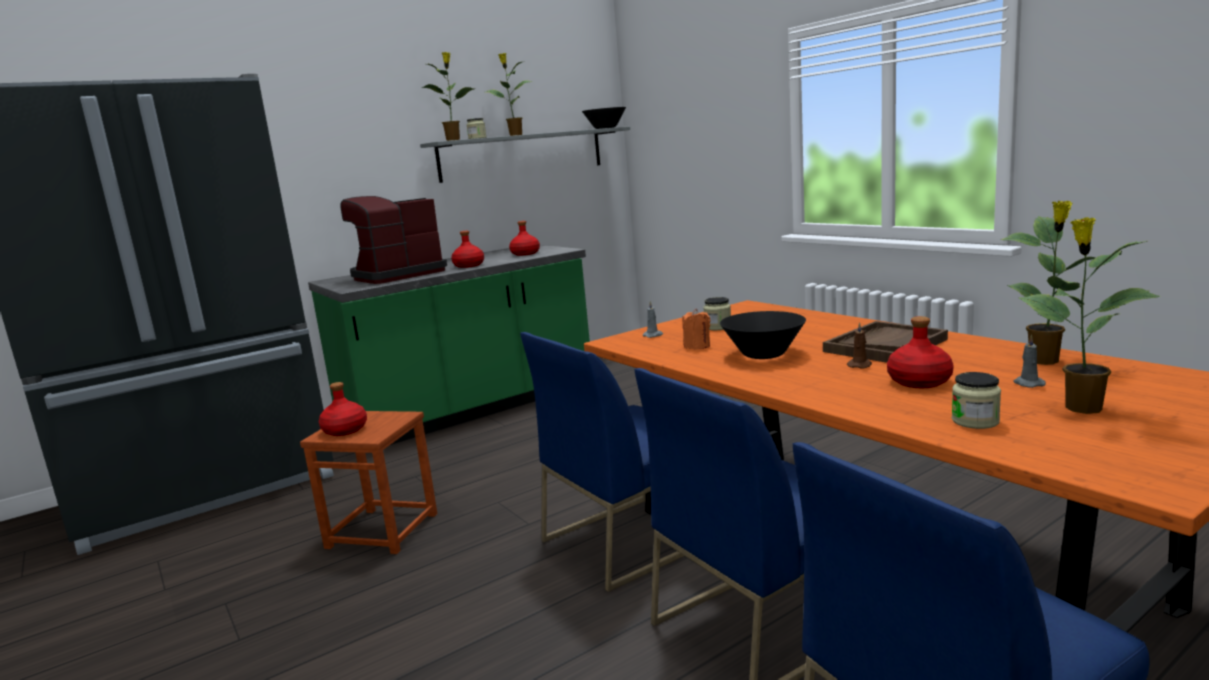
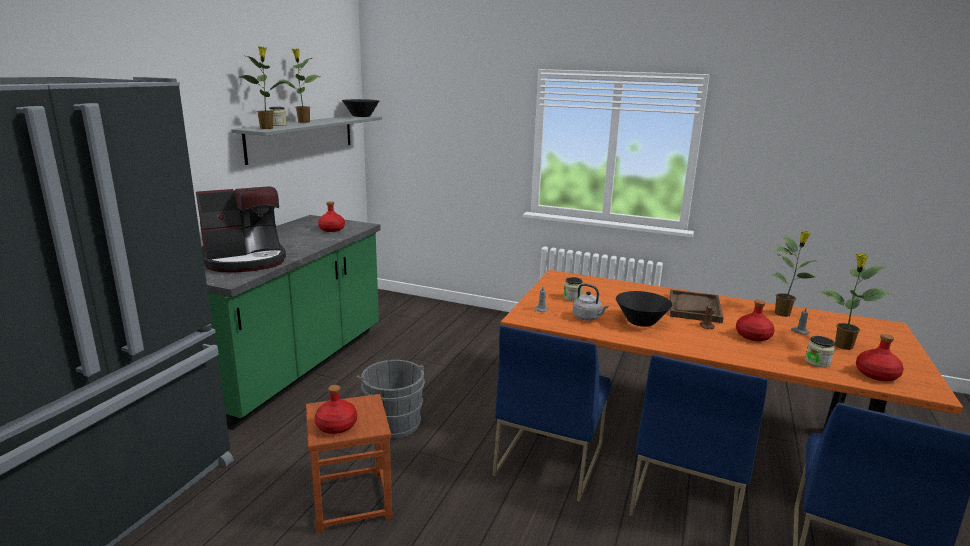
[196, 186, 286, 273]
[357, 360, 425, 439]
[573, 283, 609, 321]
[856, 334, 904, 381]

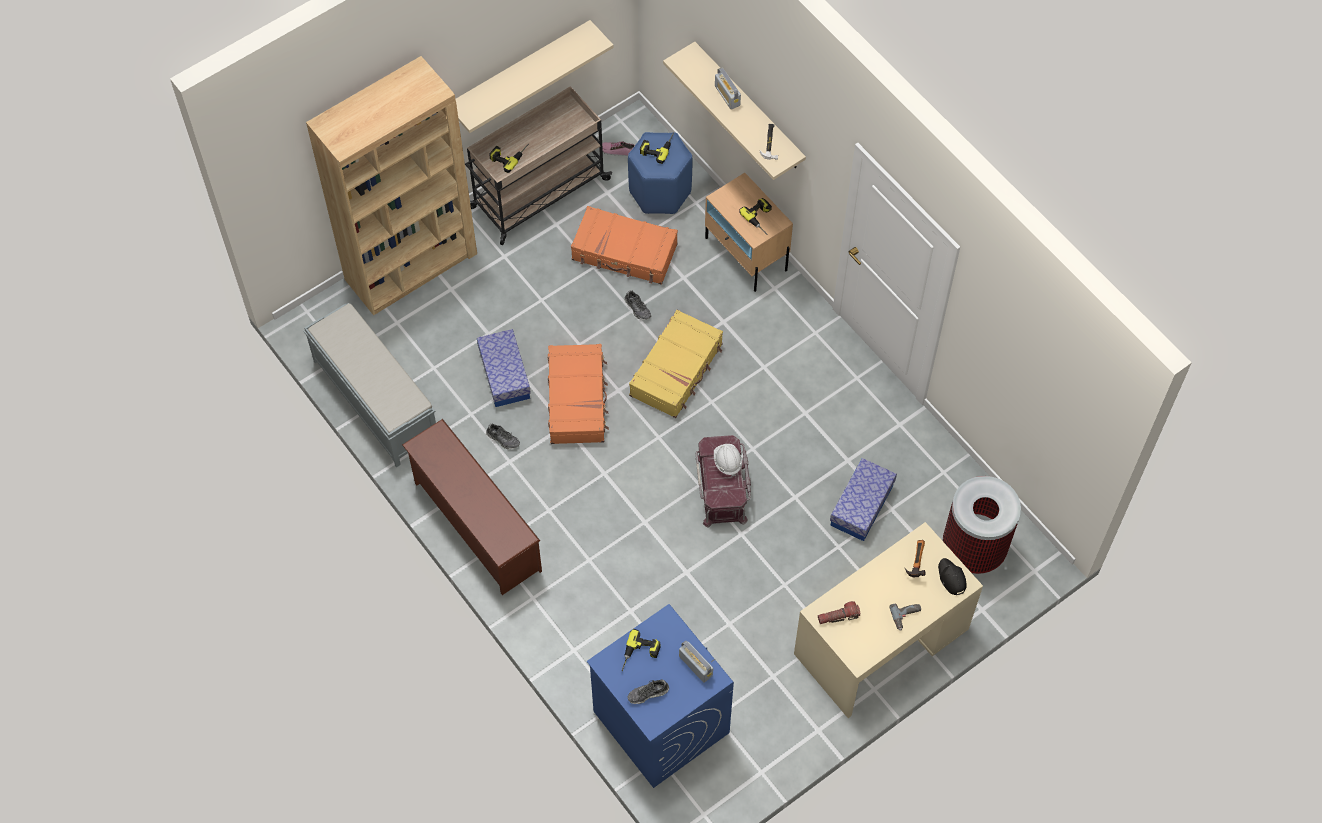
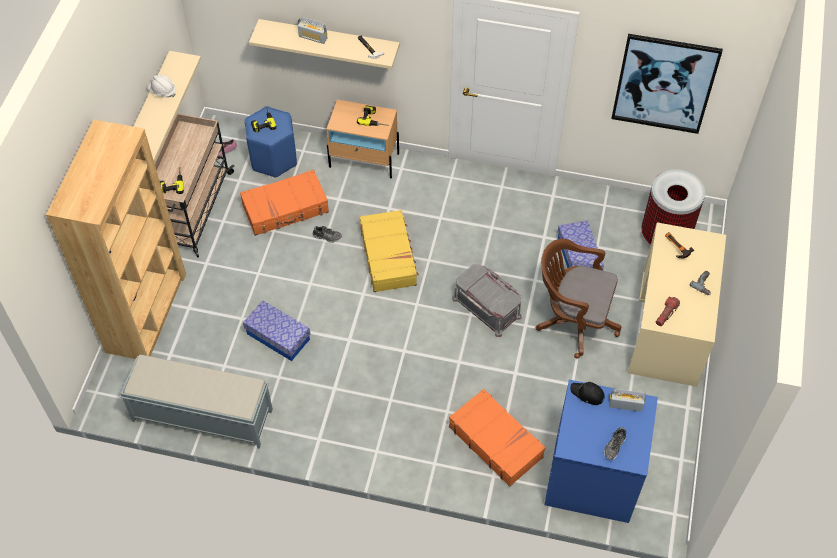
[147, 75, 176, 98]
[449, 389, 546, 487]
[452, 264, 521, 337]
[536, 239, 621, 358]
[570, 382, 605, 405]
[611, 34, 723, 134]
[402, 419, 542, 595] (first image)
[486, 423, 520, 449] (first image)
[621, 629, 660, 671] (first image)

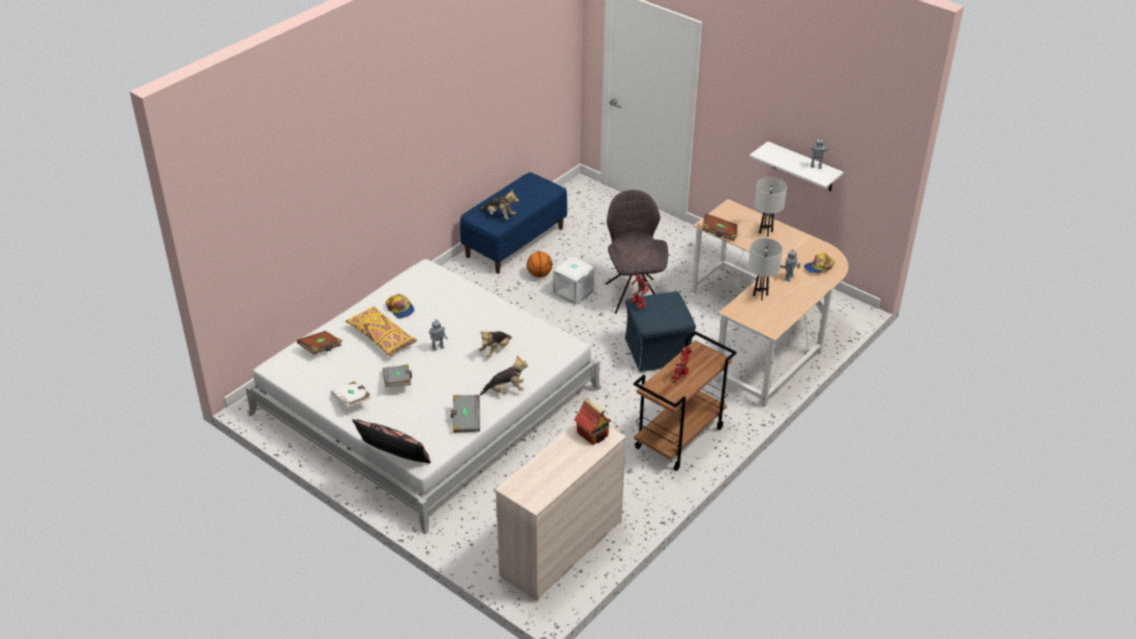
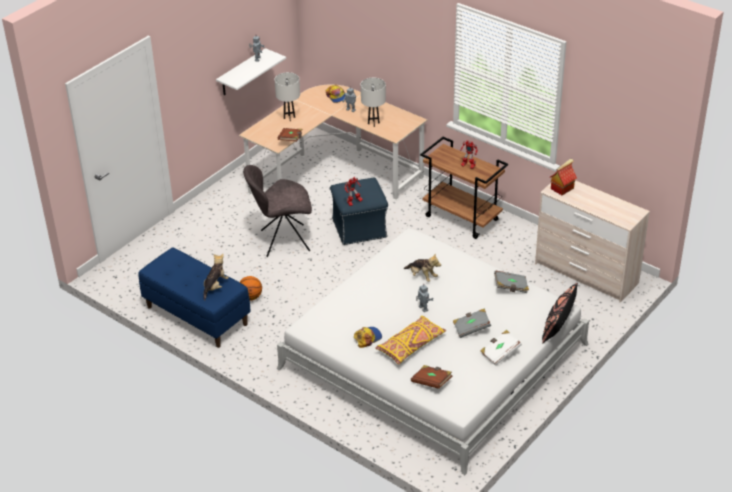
[480, 355, 528, 396] (first image)
[553, 257, 595, 305] (first image)

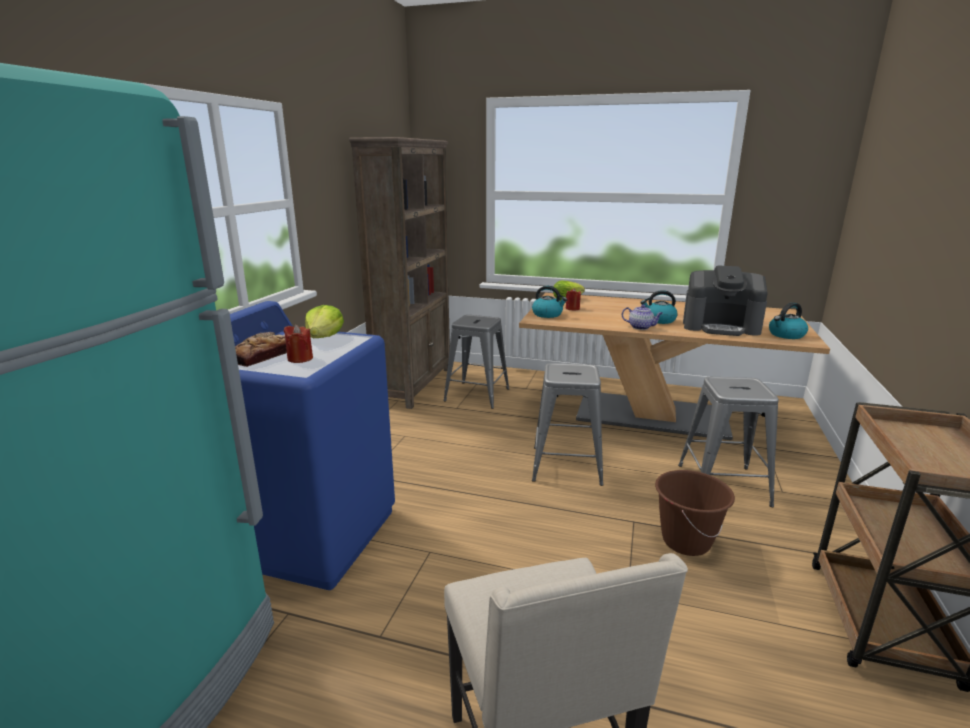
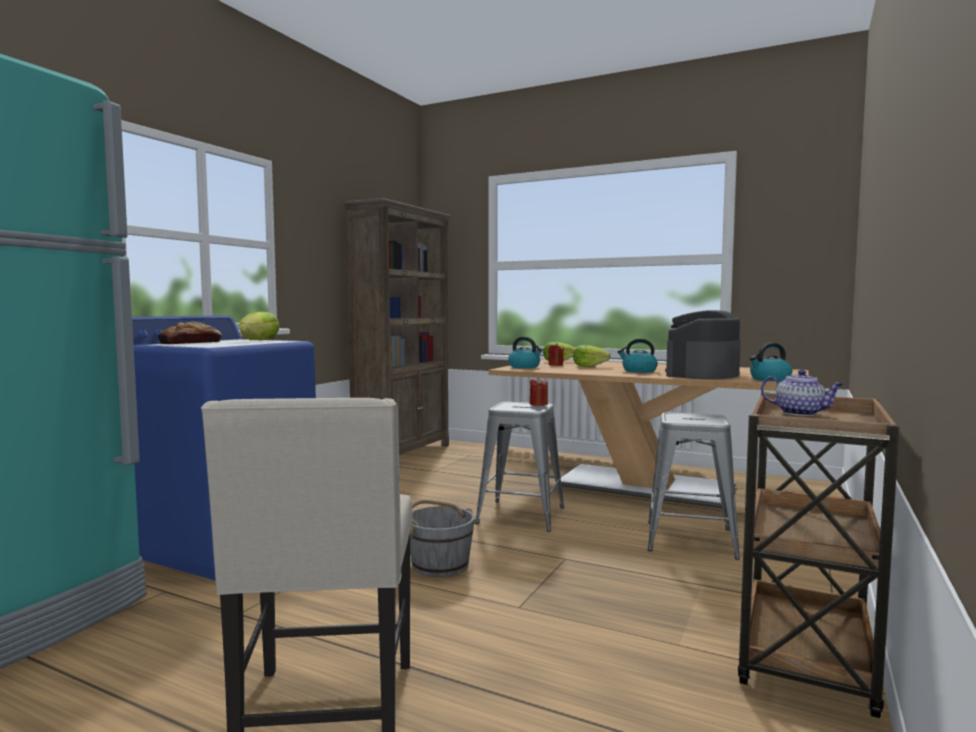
[410, 500, 476, 577]
[530, 378, 548, 406]
[573, 345, 611, 367]
[665, 310, 741, 380]
[761, 370, 844, 416]
[443, 315, 509, 409] (first image)
[655, 470, 735, 556] (first image)

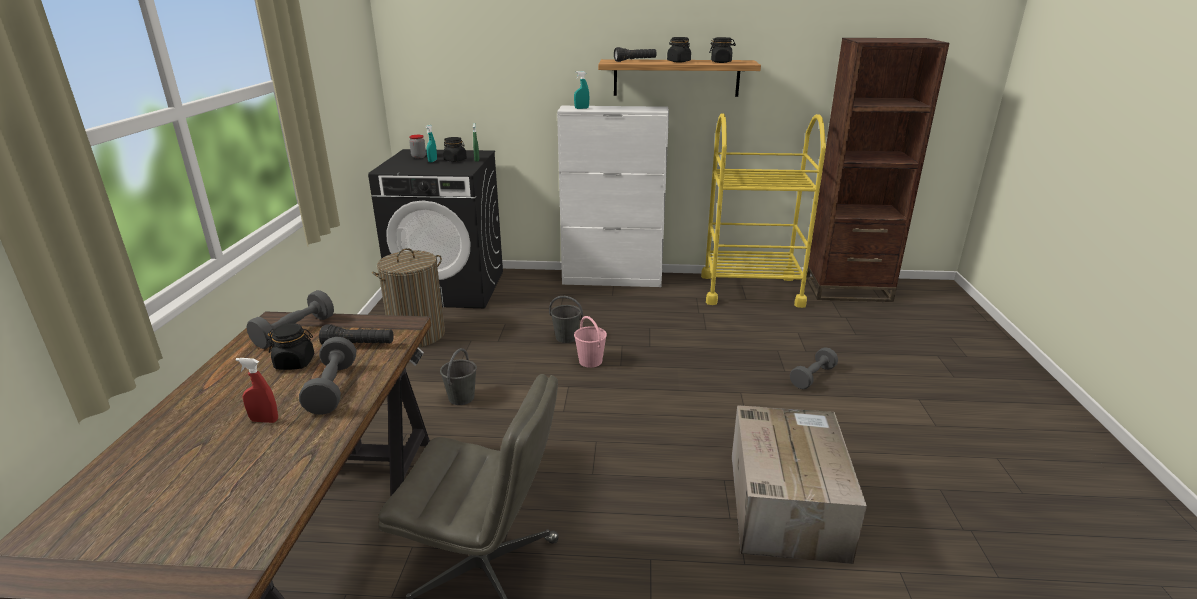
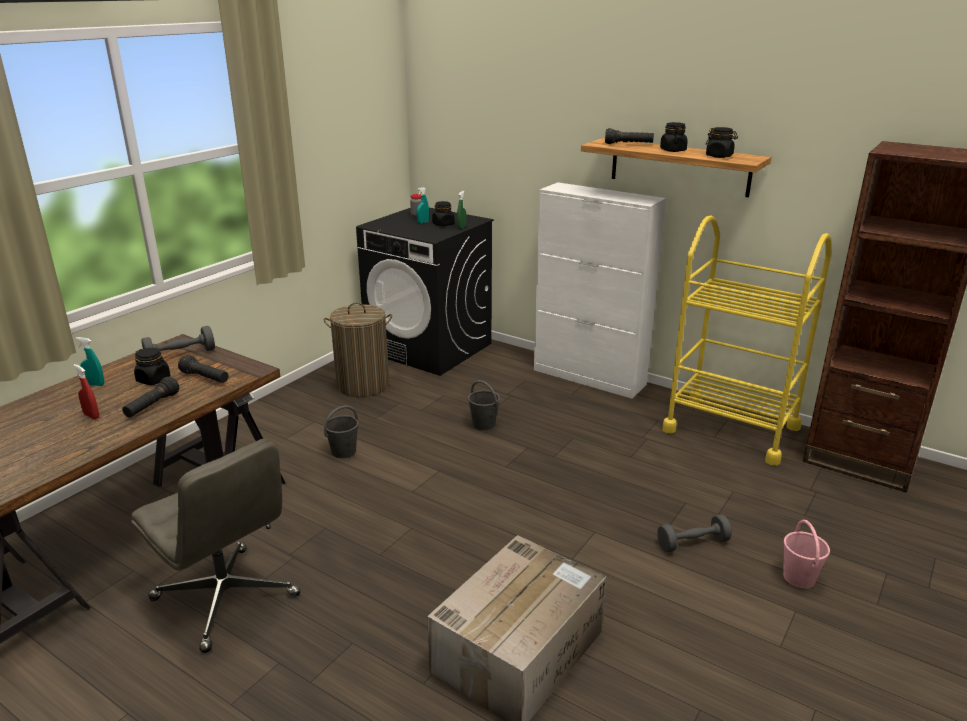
[76, 337, 104, 386]
[122, 377, 179, 418]
[783, 520, 830, 588]

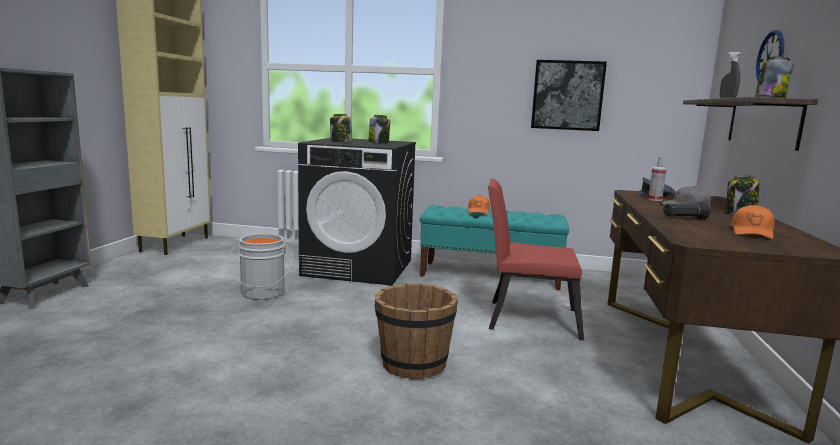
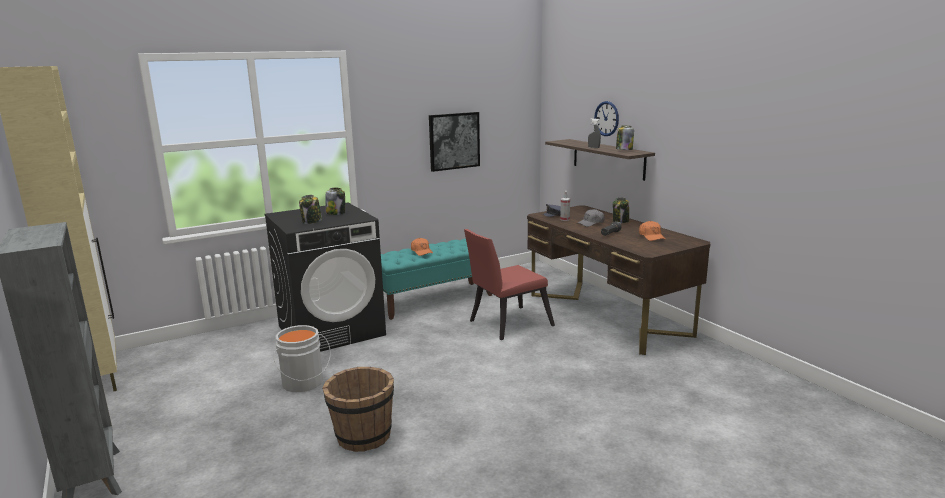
[322, 367, 394, 452]

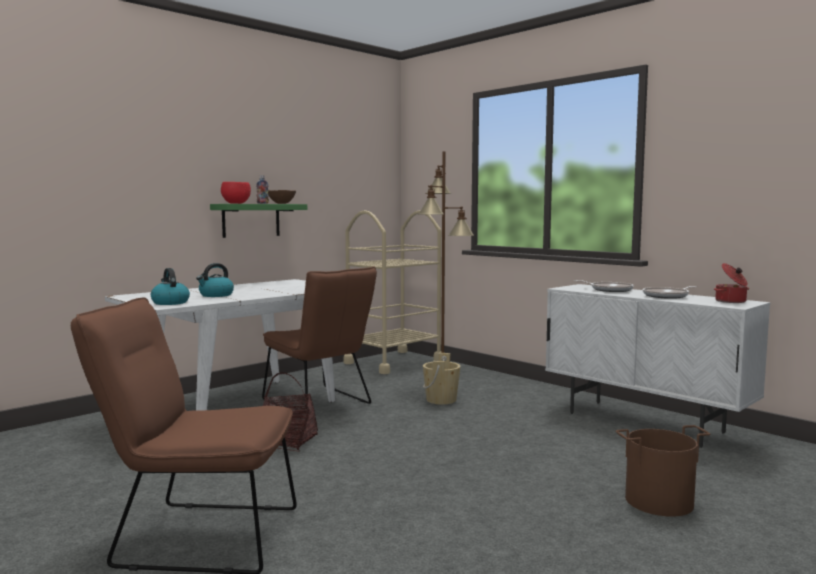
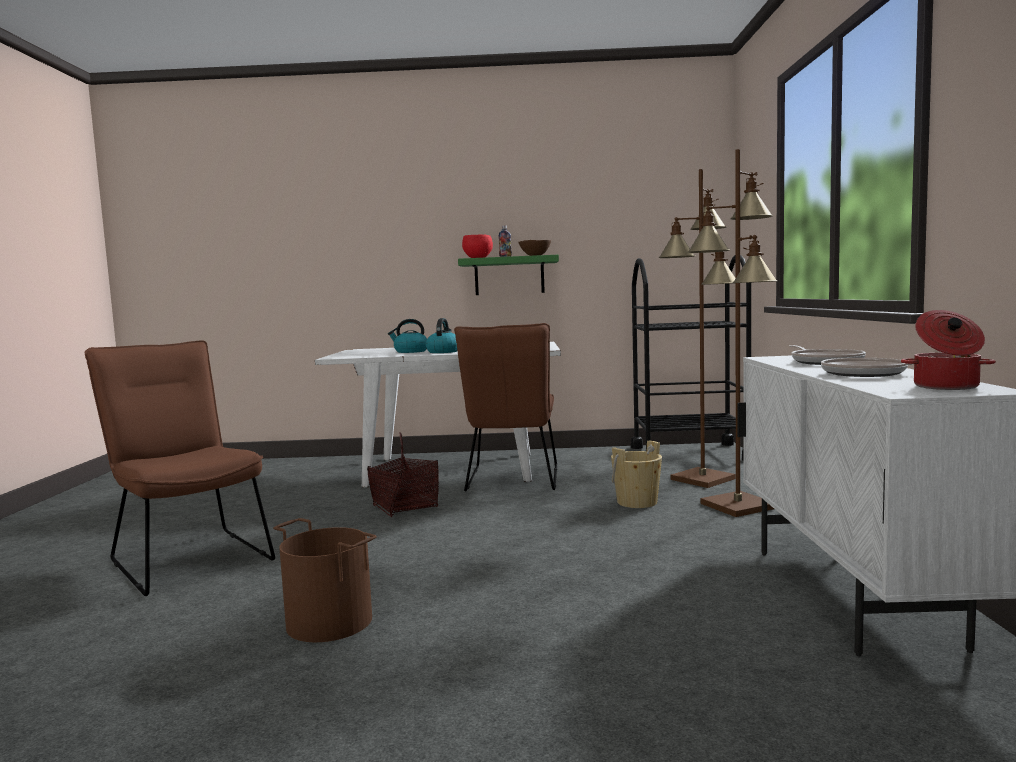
[273, 518, 377, 642]
[426, 318, 457, 353]
[631, 255, 751, 461]
[688, 149, 777, 517]

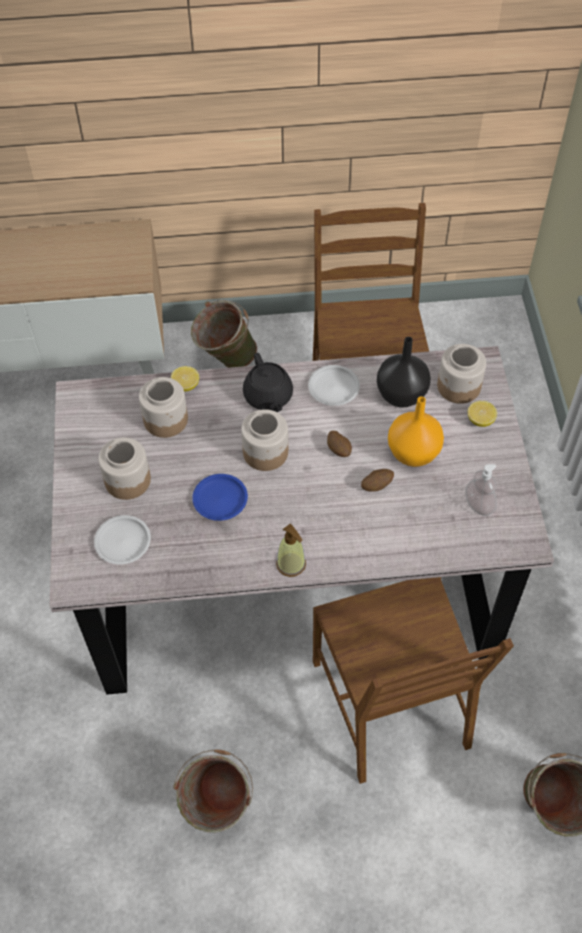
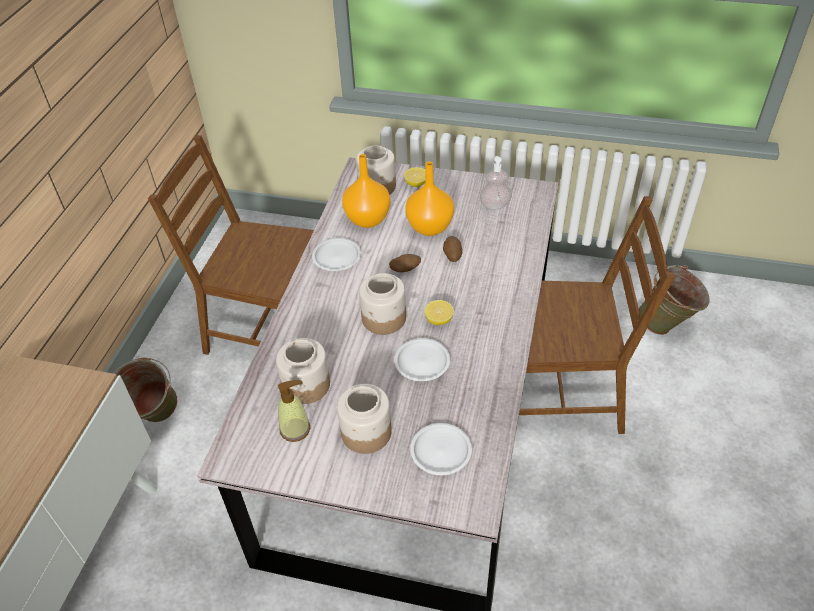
[278, 380, 310, 442]
[342, 154, 390, 228]
[394, 338, 450, 381]
[424, 300, 454, 325]
[173, 750, 253, 833] (first image)
[243, 353, 293, 412] (first image)

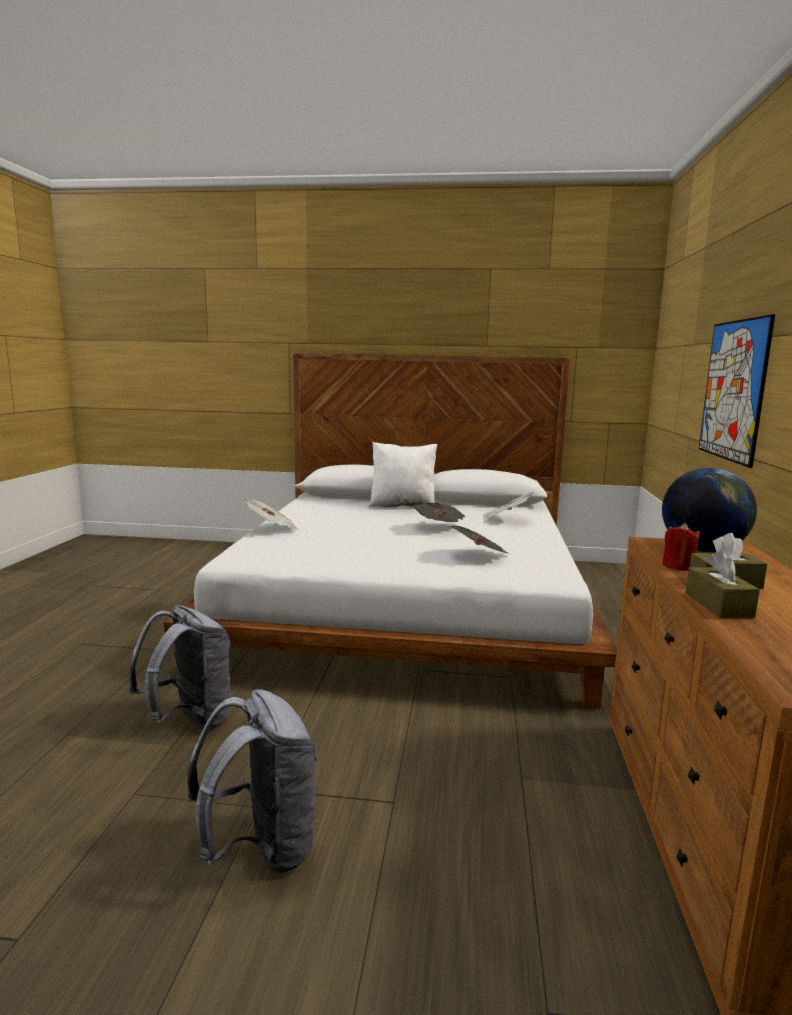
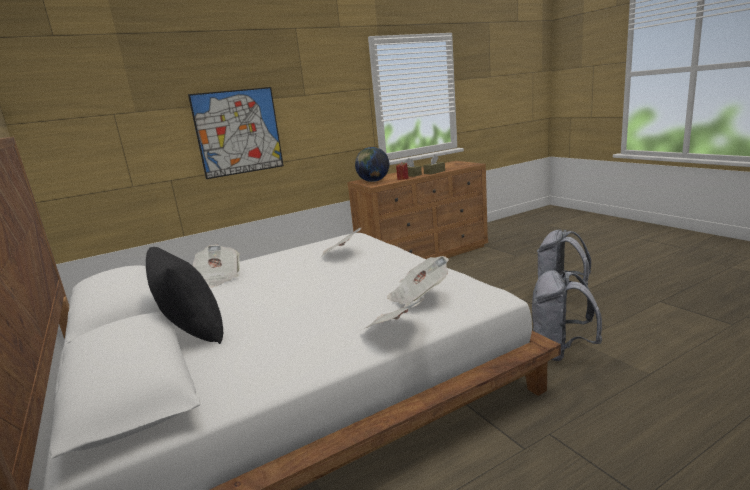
[146, 247, 223, 344]
[387, 256, 449, 306]

